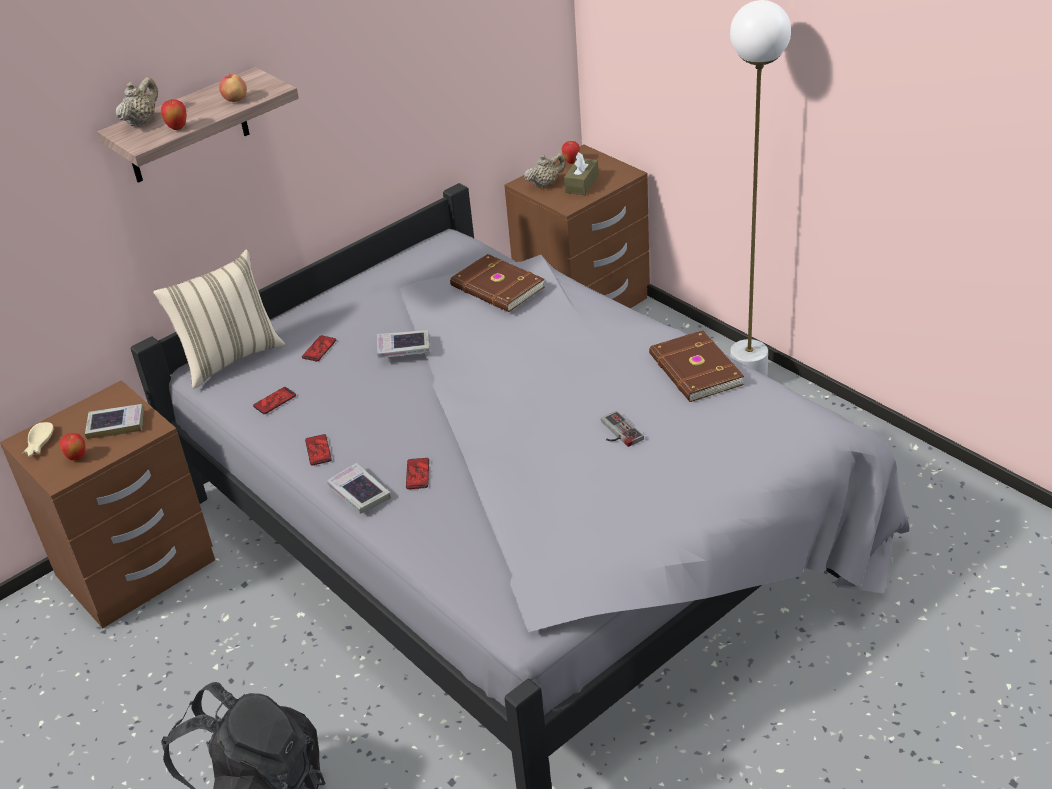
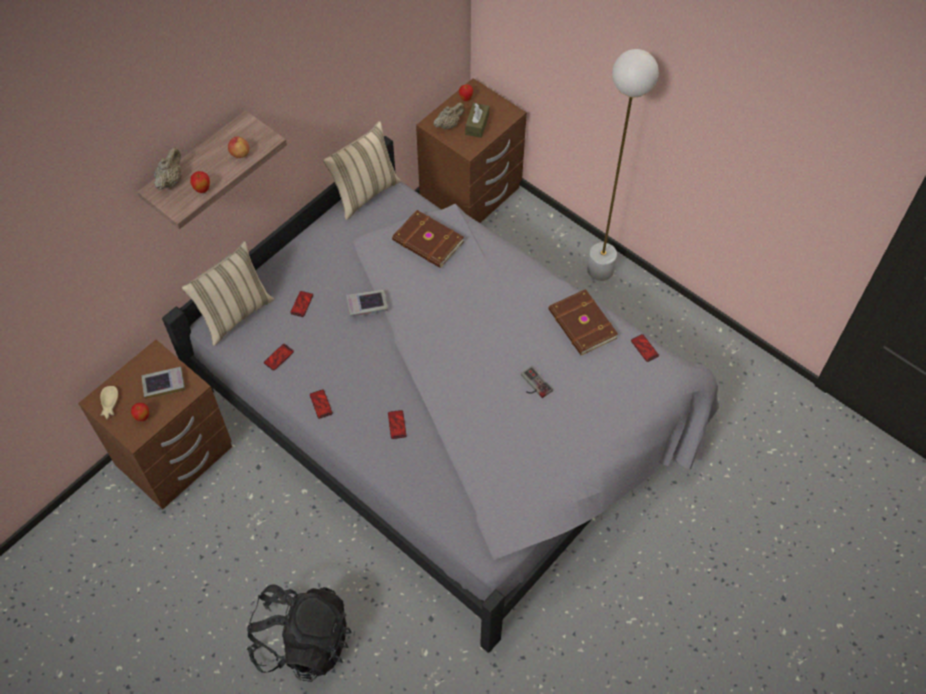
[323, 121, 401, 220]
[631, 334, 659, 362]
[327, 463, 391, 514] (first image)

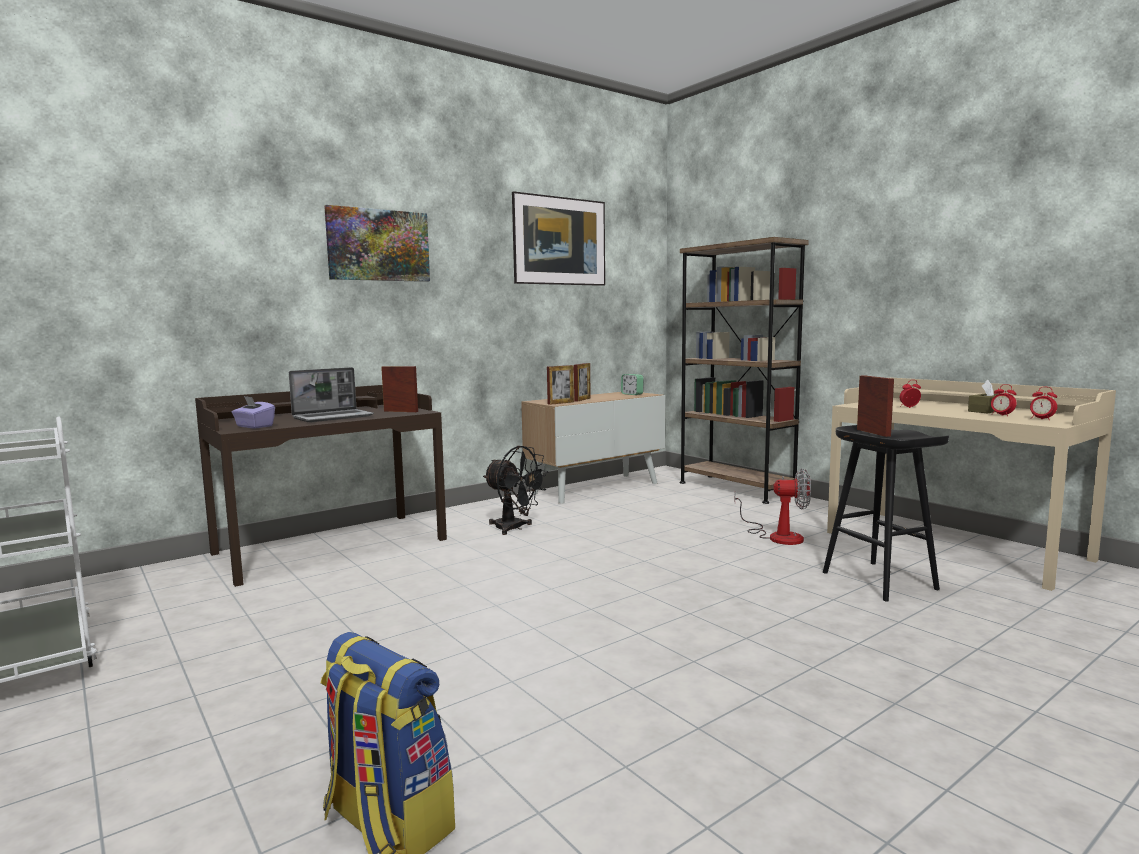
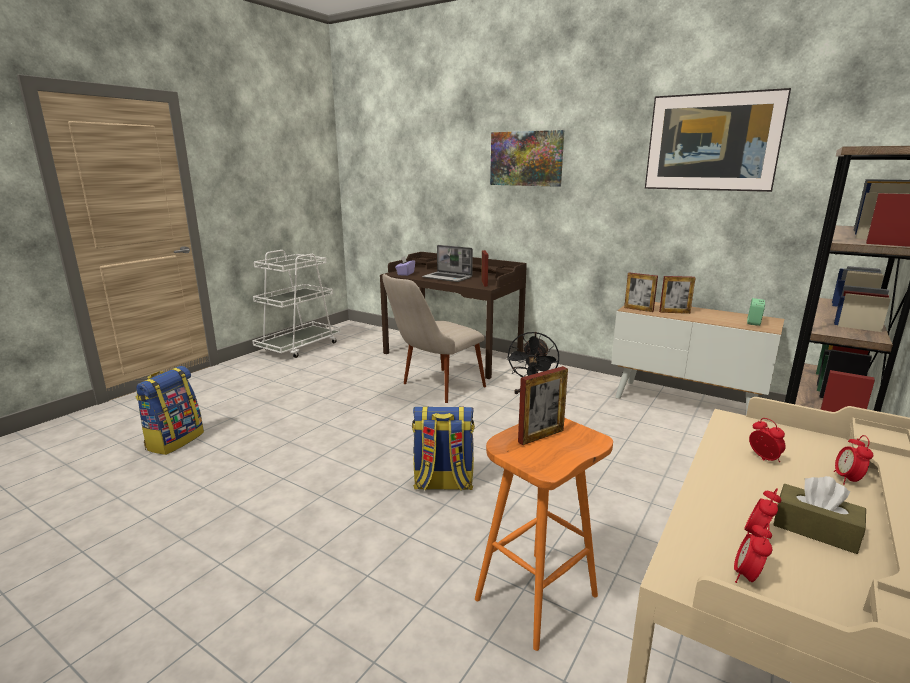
[382, 274, 486, 403]
[412, 406, 475, 491]
[475, 418, 613, 651]
[834, 435, 873, 485]
[735, 468, 811, 545] (first image)

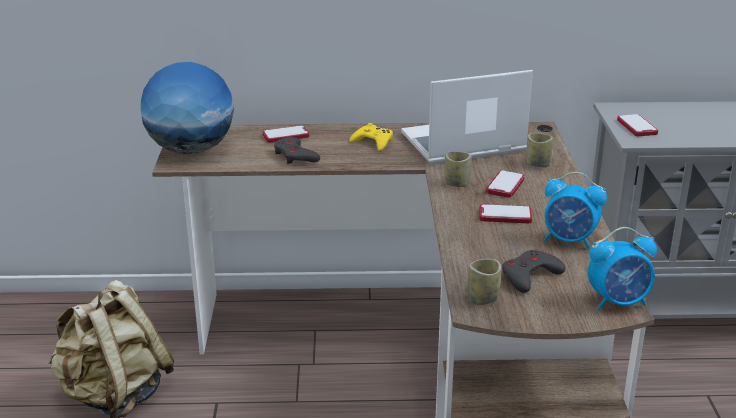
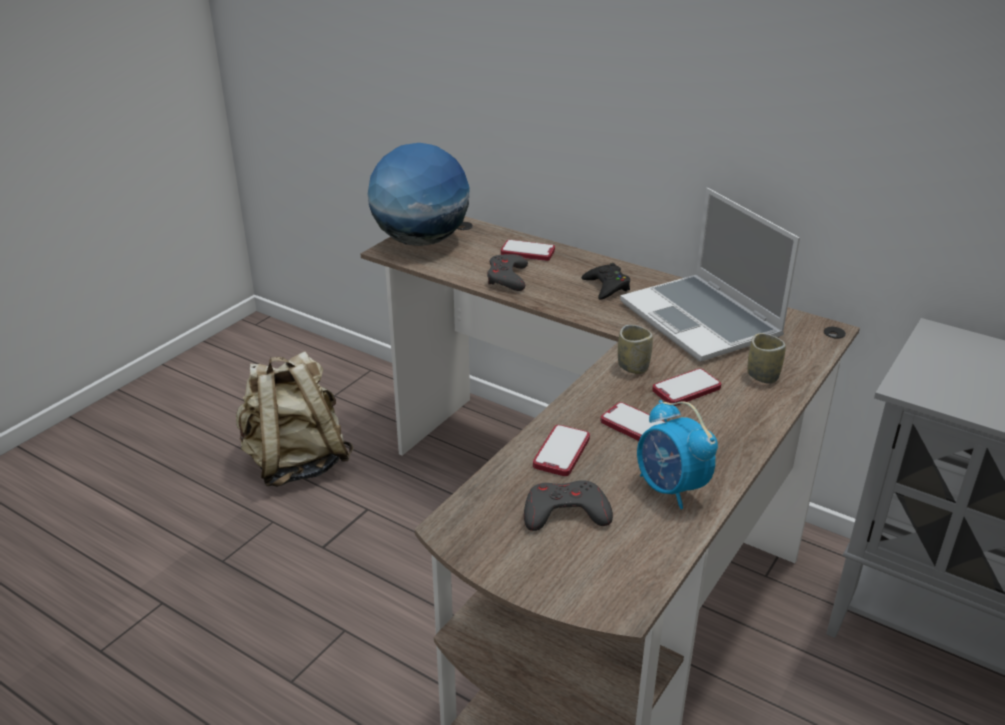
[533, 425, 590, 476]
[581, 263, 630, 300]
[620, 188, 800, 362]
[468, 259, 501, 305] (first image)
[588, 227, 657, 311] (first image)

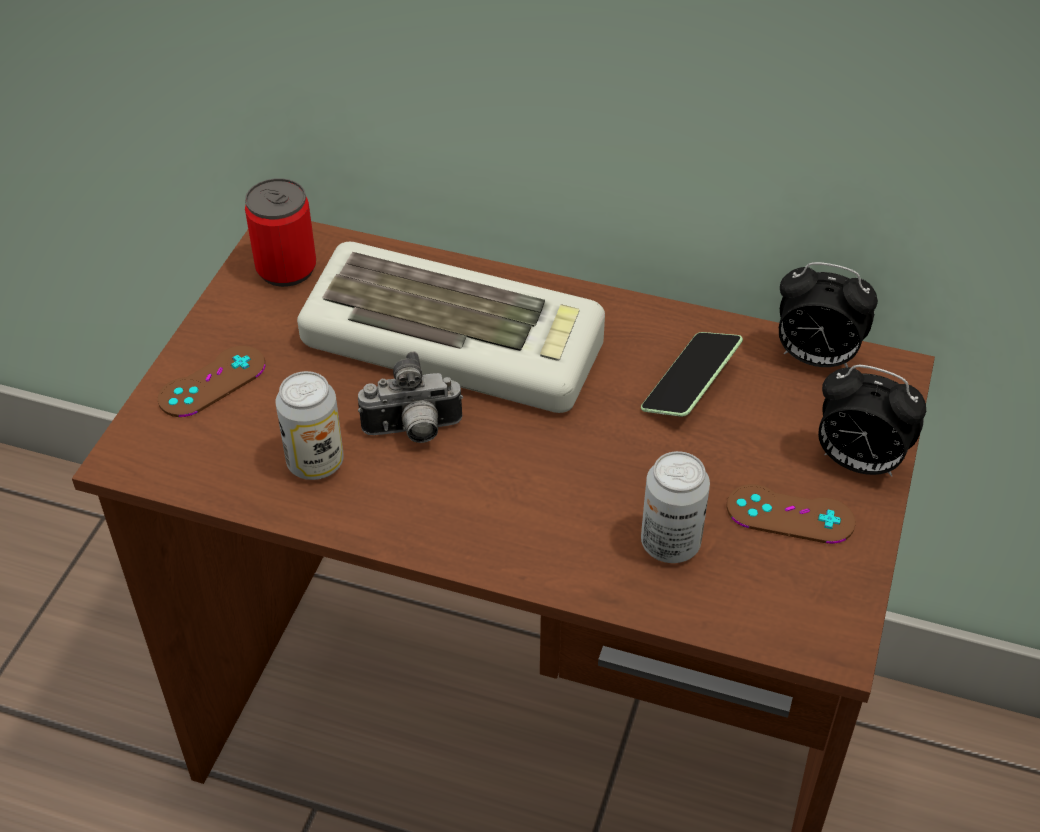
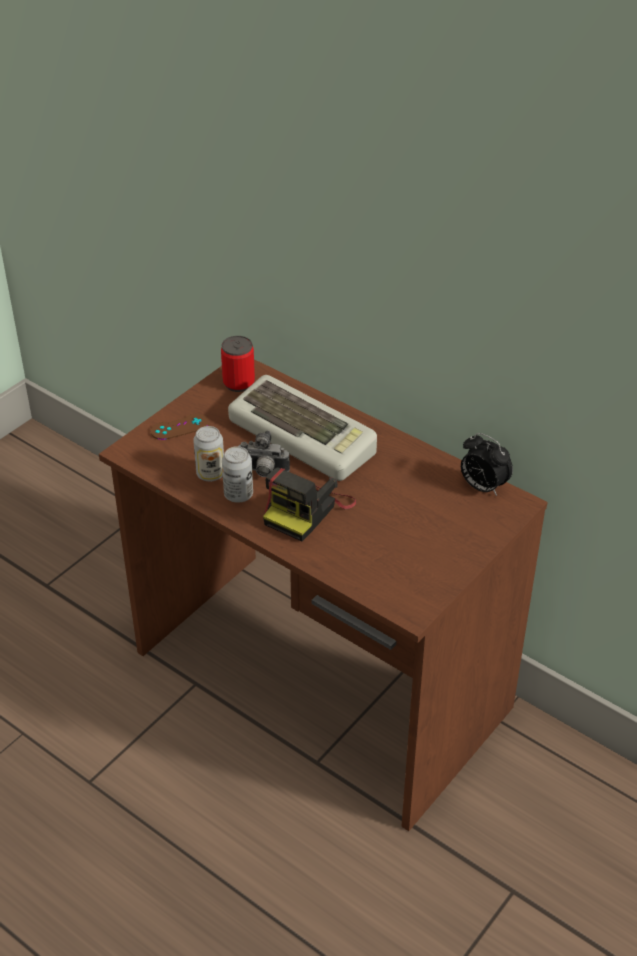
[222, 446, 253, 503]
[263, 467, 356, 542]
[641, 332, 743, 417] (first image)
[727, 484, 856, 544] (first image)
[818, 365, 926, 477] (first image)

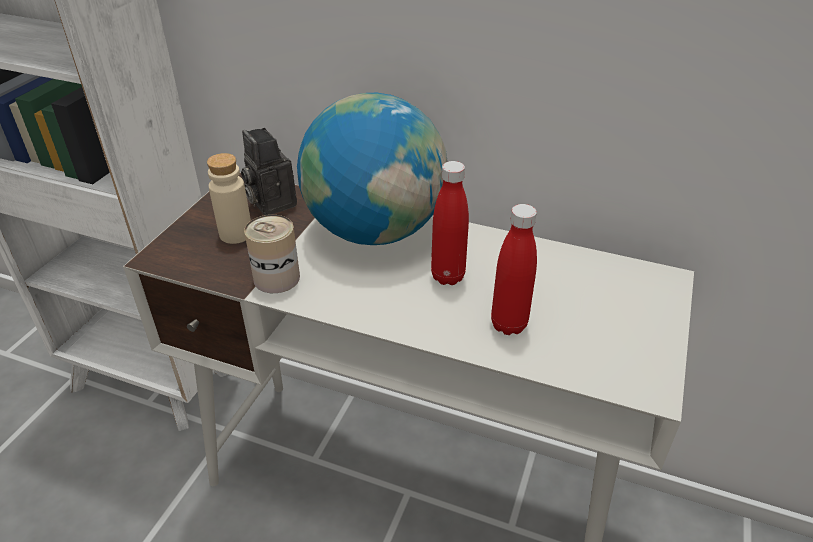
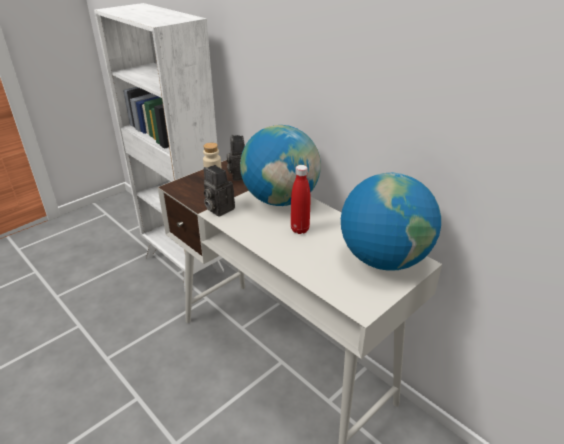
[204, 165, 235, 216]
[341, 173, 441, 271]
[491, 204, 537, 335] (first image)

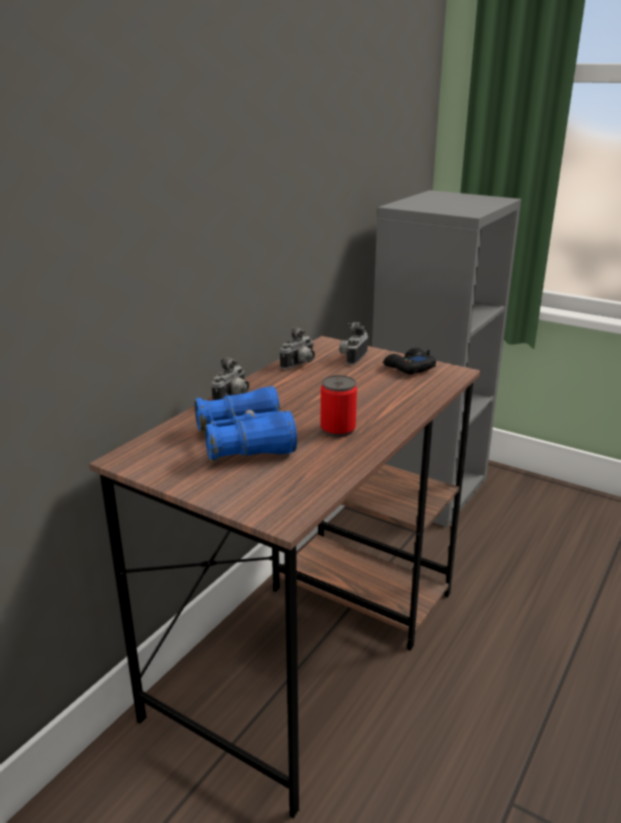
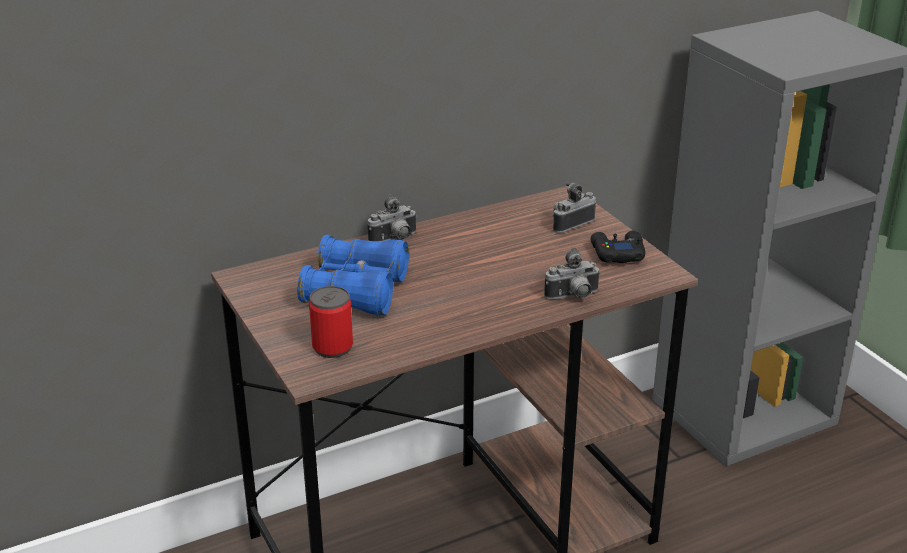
[309, 286, 353, 358]
[544, 248, 601, 300]

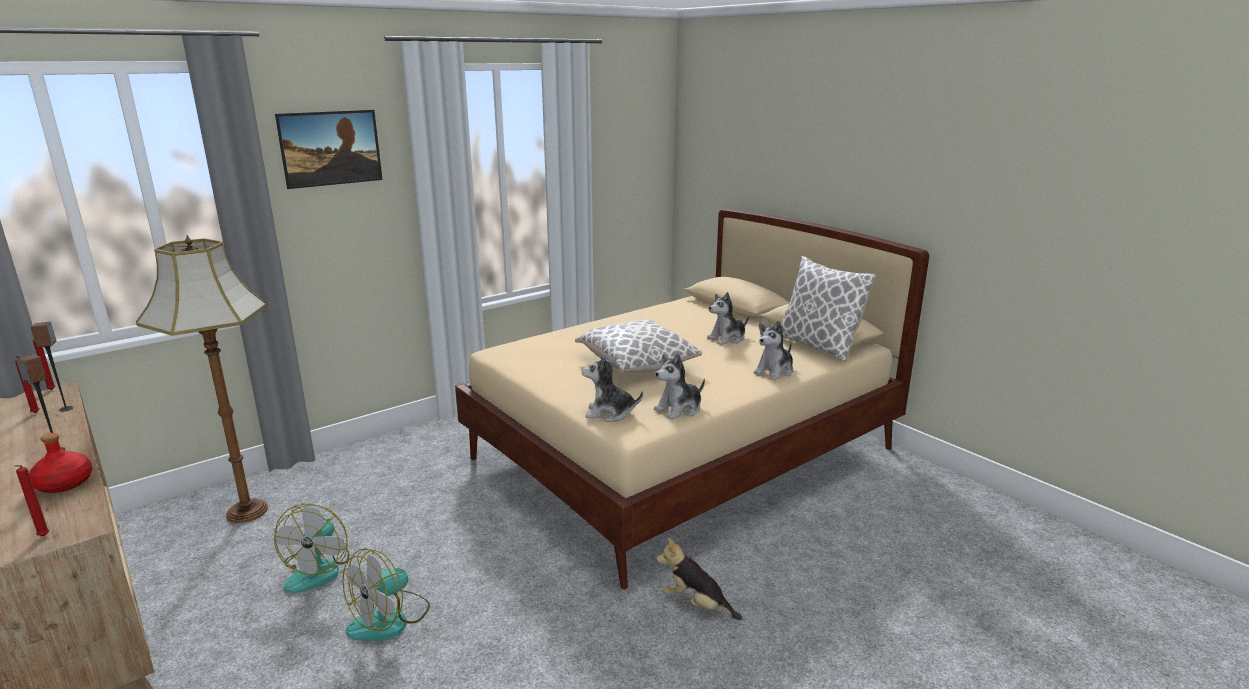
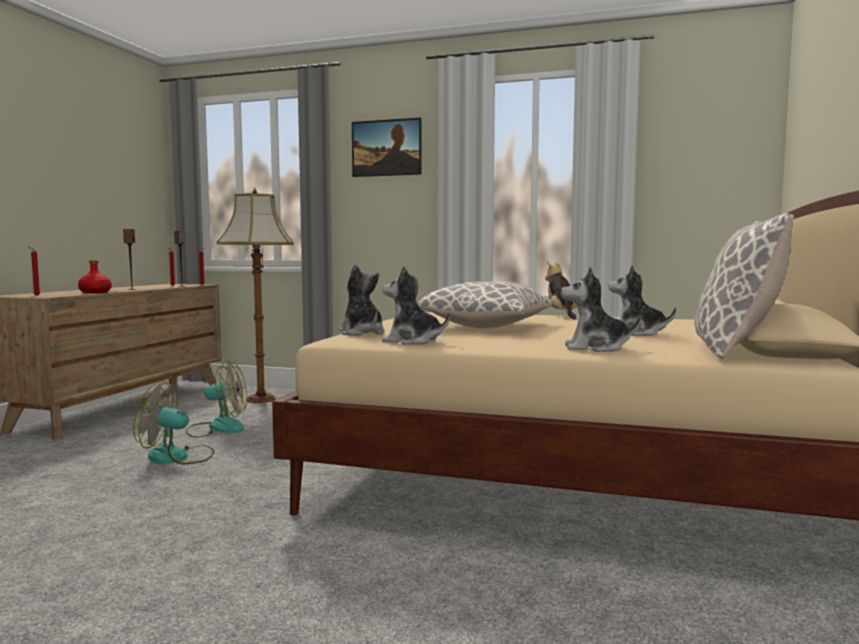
[186, 361, 247, 438]
[545, 261, 578, 320]

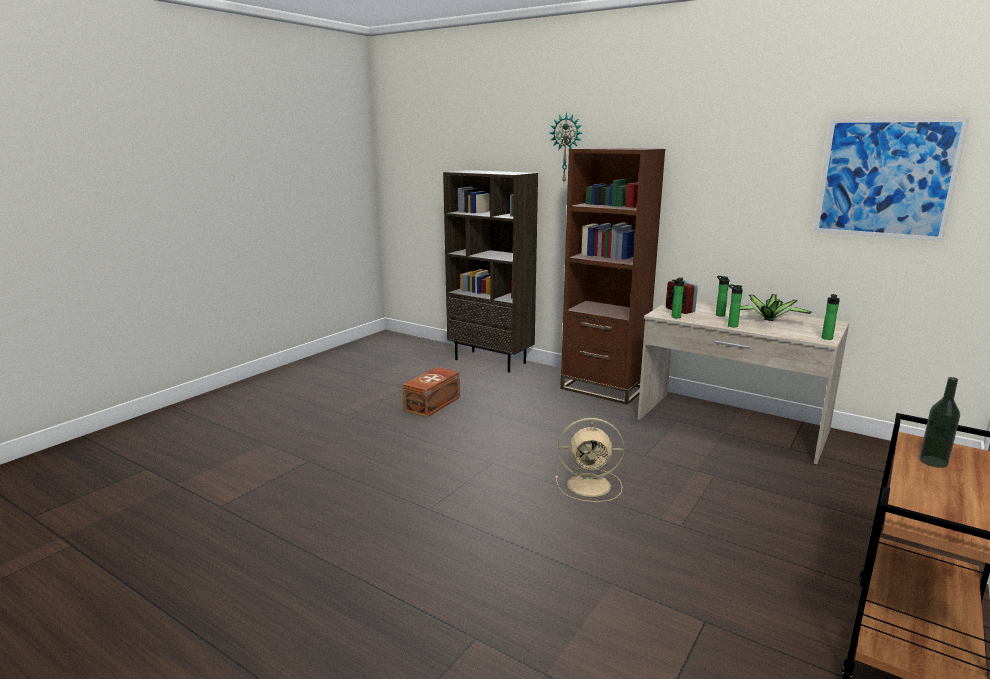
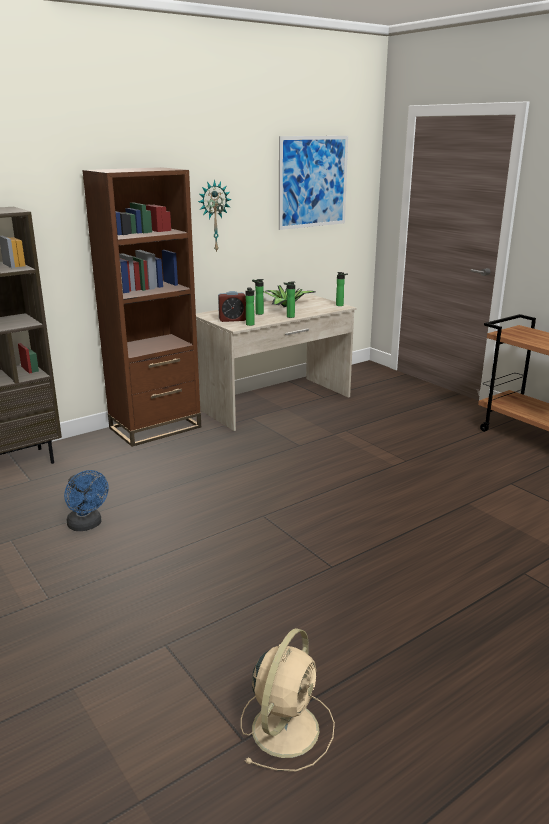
[64, 470, 109, 531]
[198, 180, 232, 253]
[241, 628, 335, 771]
[919, 377, 960, 468] (first image)

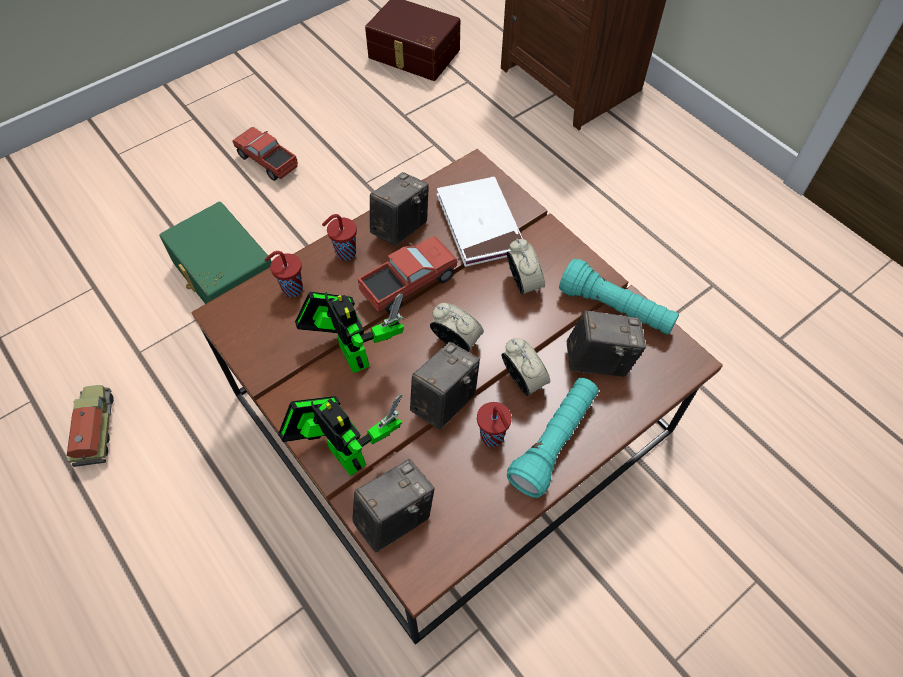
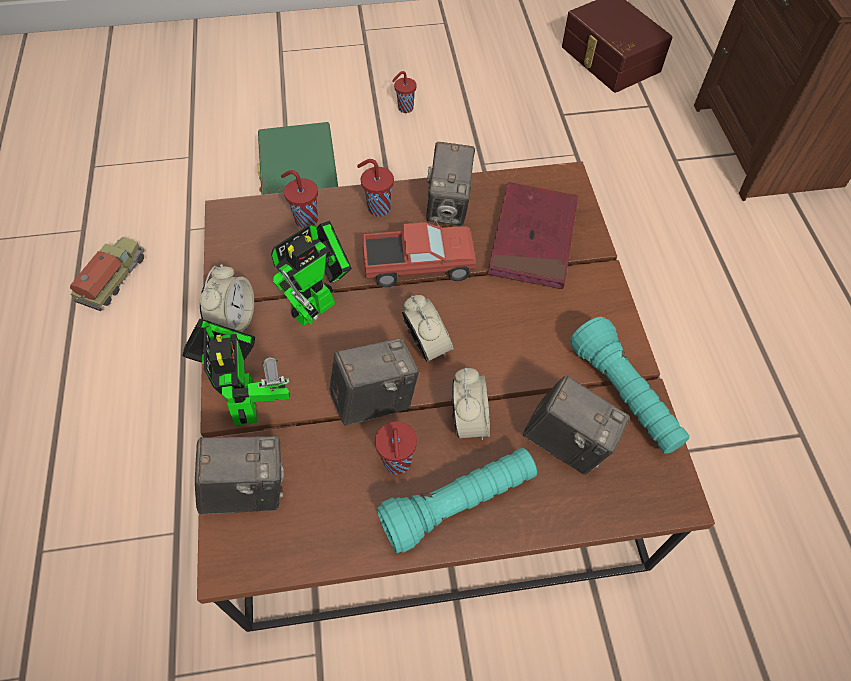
[200, 264, 254, 332]
[271, 220, 352, 326]
[392, 71, 416, 113]
[426, 142, 475, 225]
[487, 182, 578, 289]

